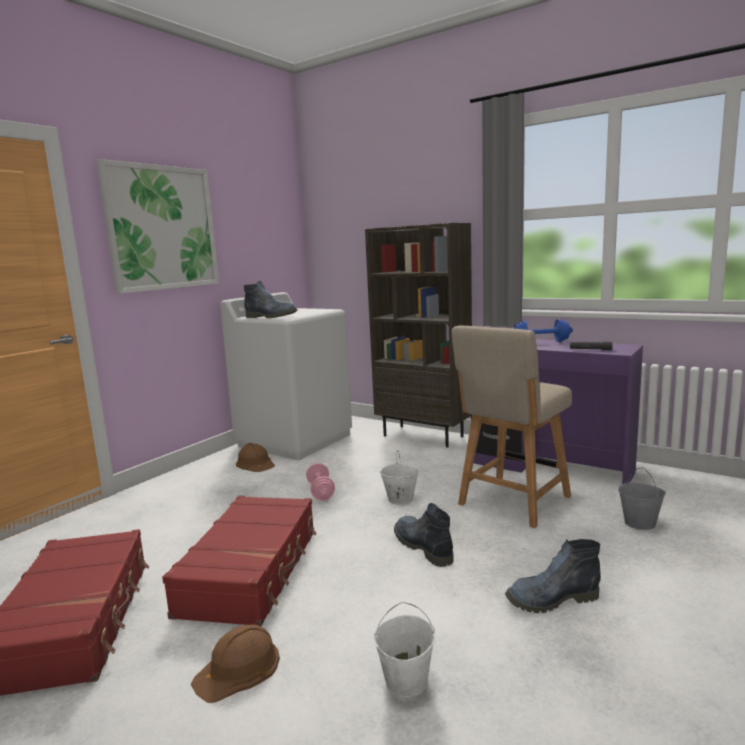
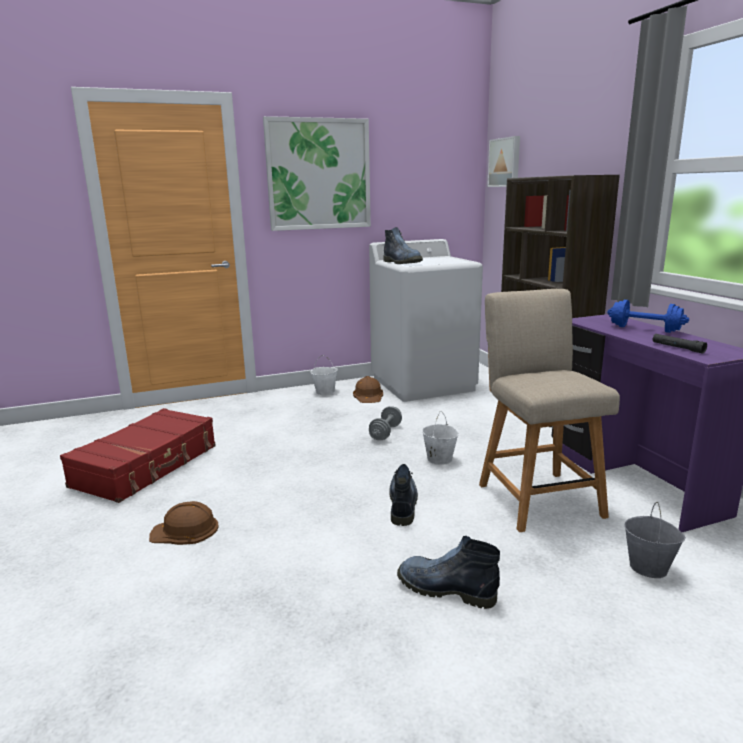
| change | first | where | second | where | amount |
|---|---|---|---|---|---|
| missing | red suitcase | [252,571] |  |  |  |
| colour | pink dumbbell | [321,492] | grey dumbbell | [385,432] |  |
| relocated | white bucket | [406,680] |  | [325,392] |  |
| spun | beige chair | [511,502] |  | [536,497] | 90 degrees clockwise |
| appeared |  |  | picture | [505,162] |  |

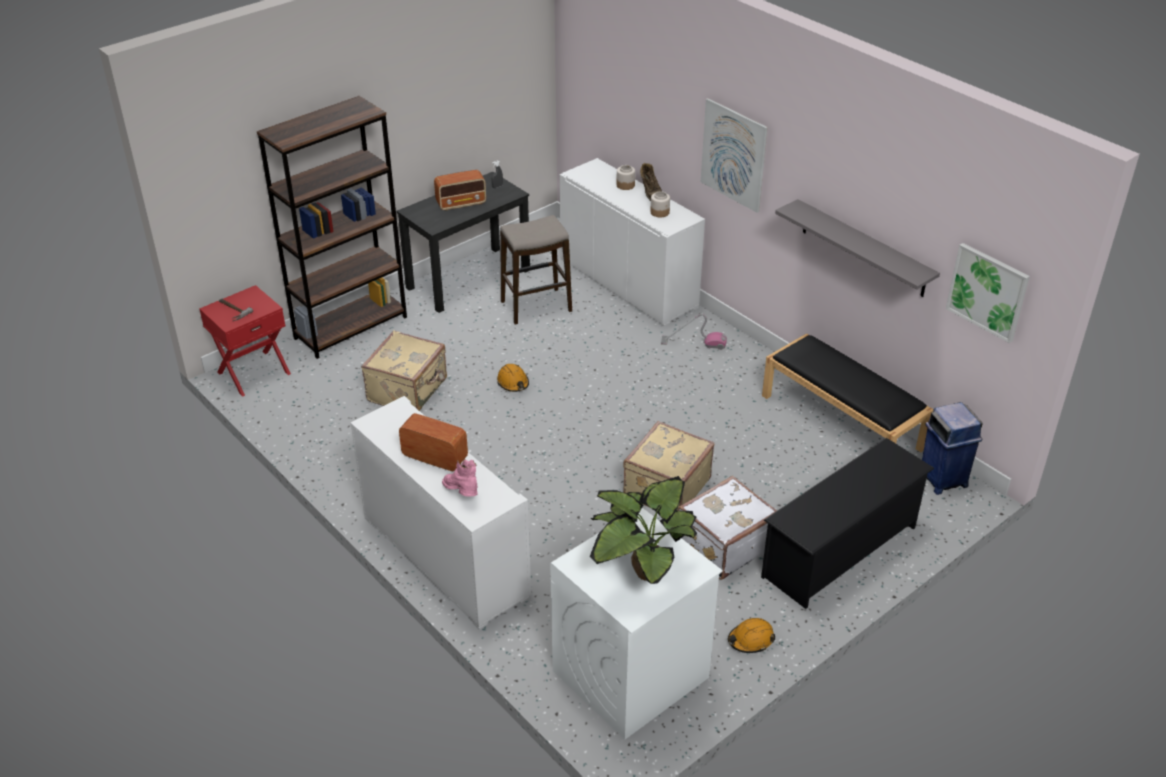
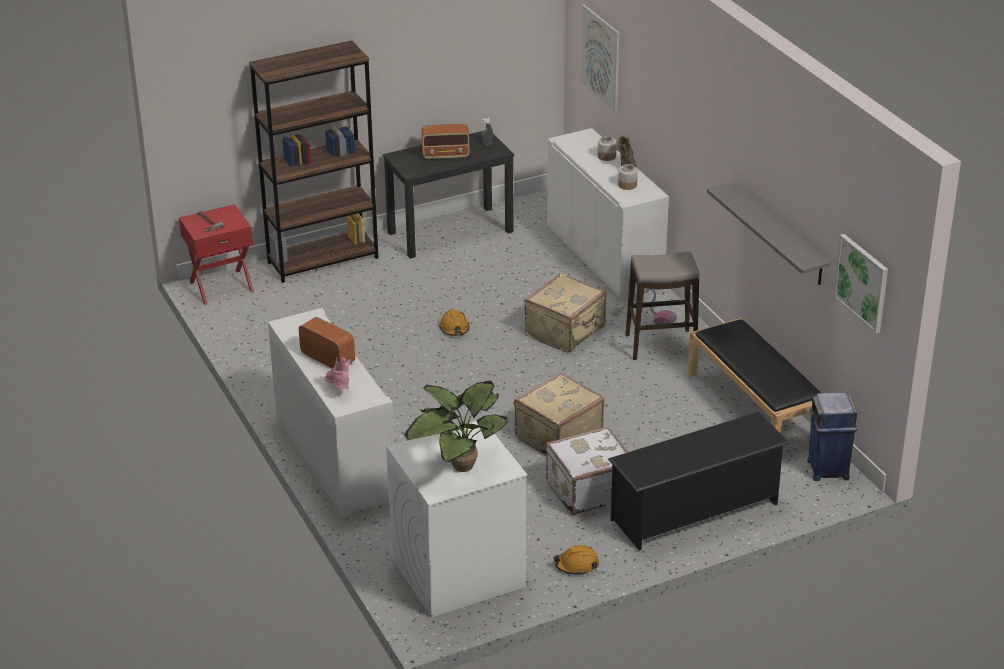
| change | first | where | second | where | amount |
|---|---|---|---|---|---|
| relocated | beige suitcase | [409,390] |  | [566,332] |  |
| relocated | stool | [536,307] |  | [661,345] |  |
| relocated | picture | [733,155] |  | [600,57] |  |

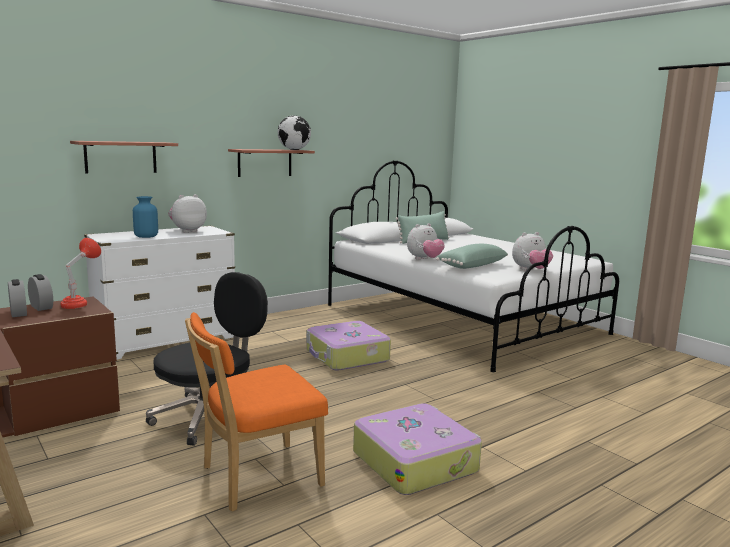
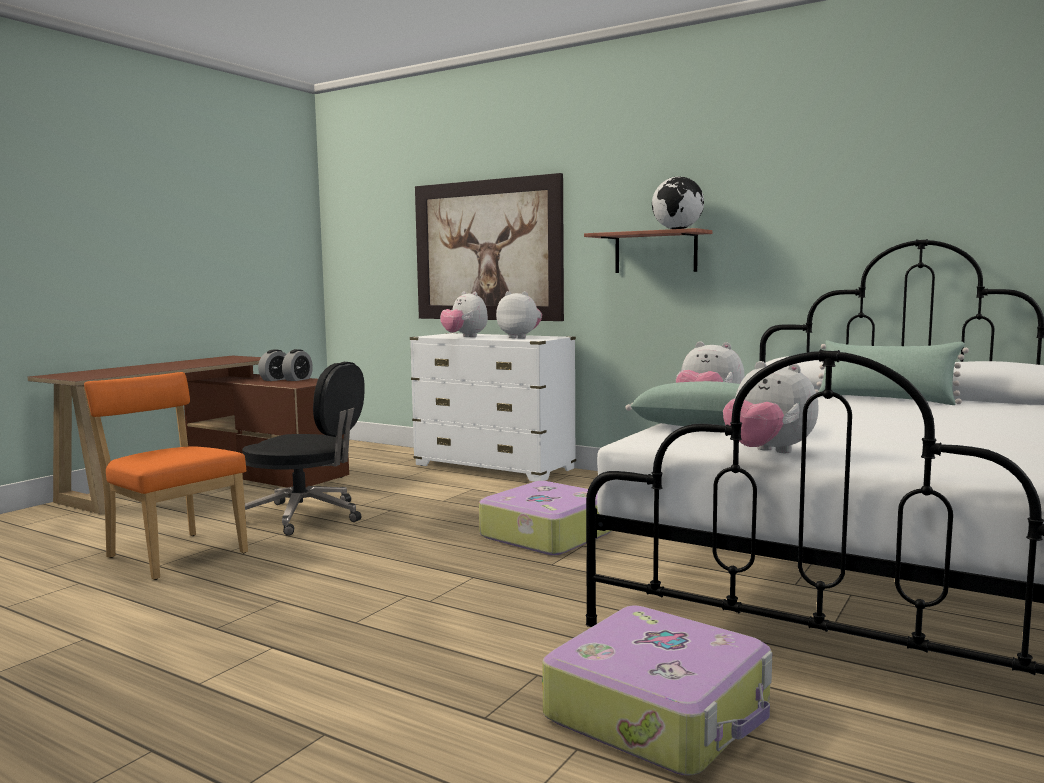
| change | first | where | second | where | amount |
|---|---|---|---|---|---|
| missing | red table lamp | [80,304] |  |  |  |
| exchanged | shelf | [121,157] | picture | [487,250] |  |
| exchanged | blue vase | [146,236] | plush toy | [464,337] |  |
| relocated | suitcase | [415,461] |  | [660,712] |  |

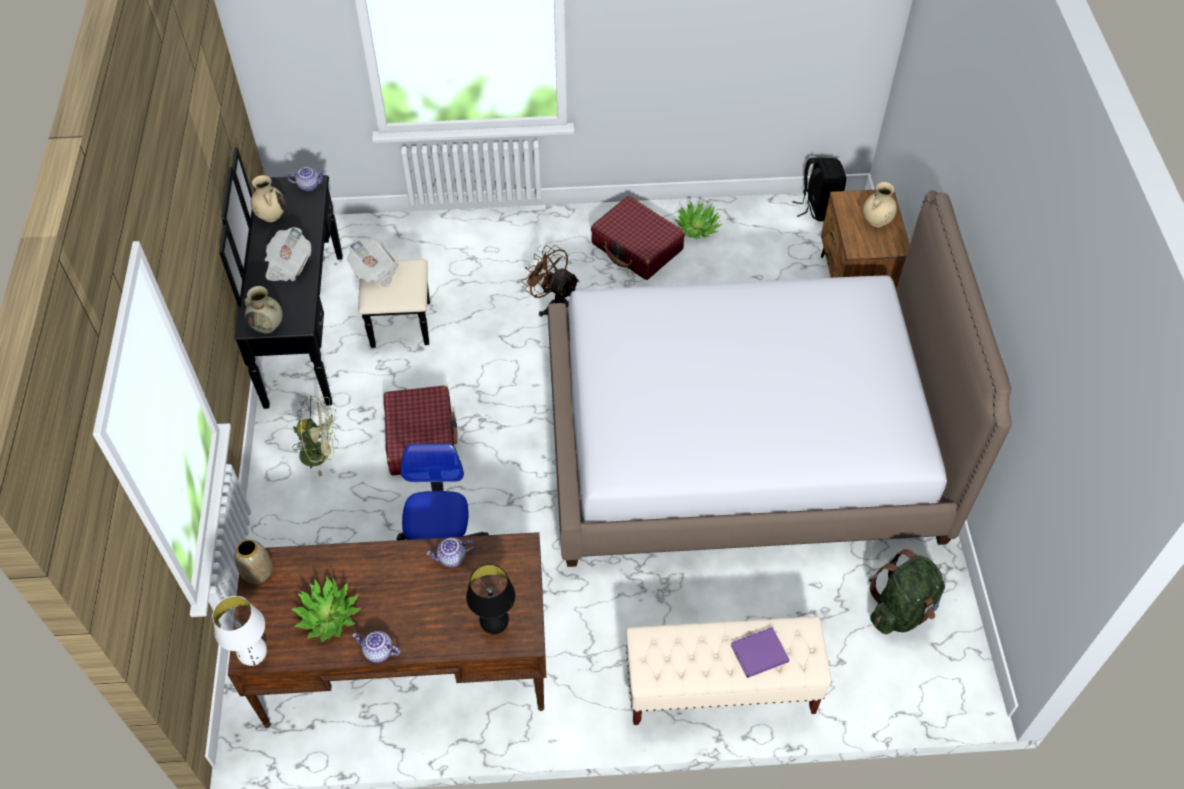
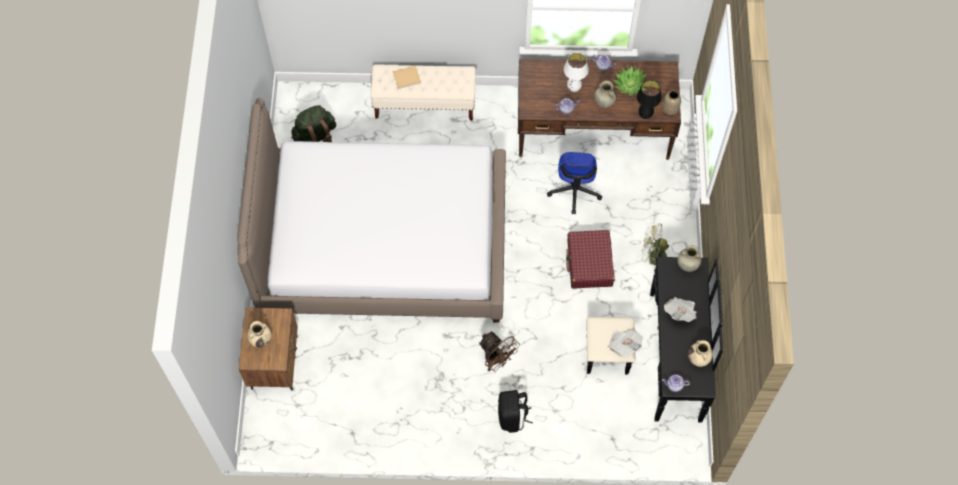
| change | first | where | second | where | amount |
|---|---|---|---|---|---|
| relocated | white table lamp | [255,658] |  | [573,88] |  |
| relocated | black table lamp | [495,627] |  | [645,115] |  |
| missing | red suitcase | [637,247] |  |  |  |
| missing | potted plant | [697,228] |  |  |  |
| colour | purple book | [758,654] | beige book | [407,77] |  |
| relocated | black backpack | [818,207] |  | [512,417] |  |
| appeared |  |  | beige vase | [604,102] |  |

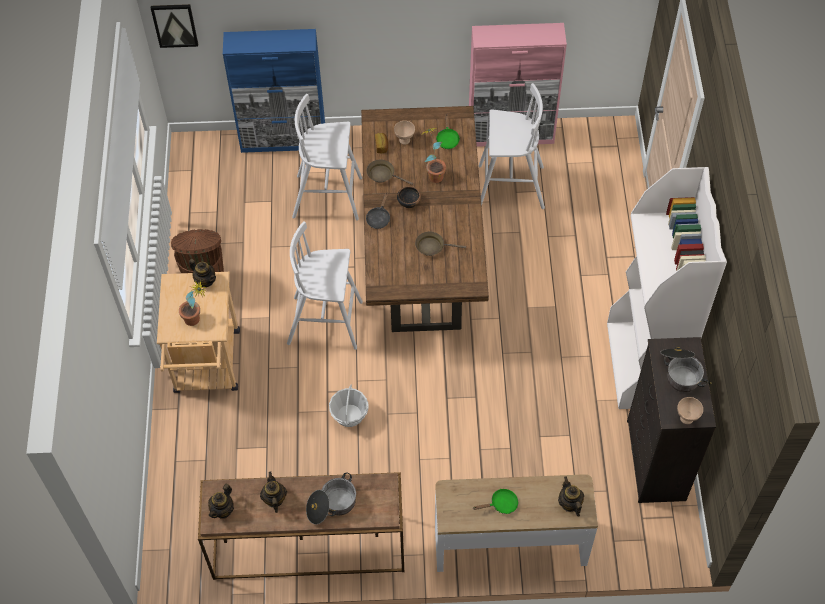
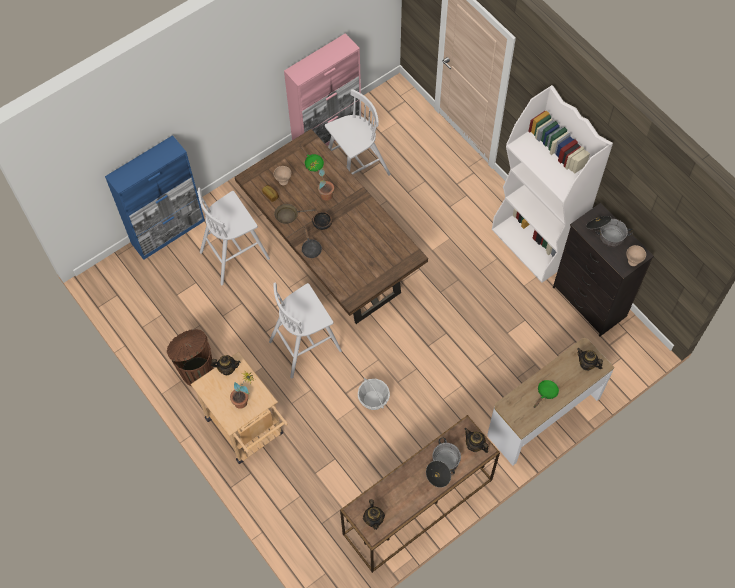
| change | first | where | second | where | amount |
|---|---|---|---|---|---|
| missing | picture | [175,25] |  |  |  |
| relocated | teapot | [274,499] |  | [475,445] |  |
| missing | brown frying pan | [432,246] |  |  |  |

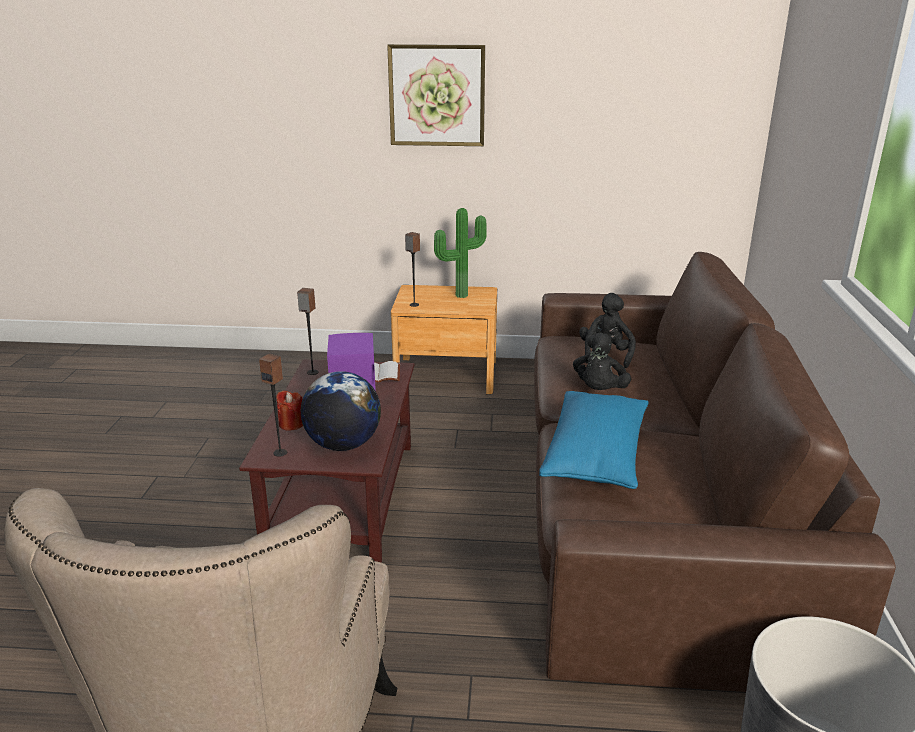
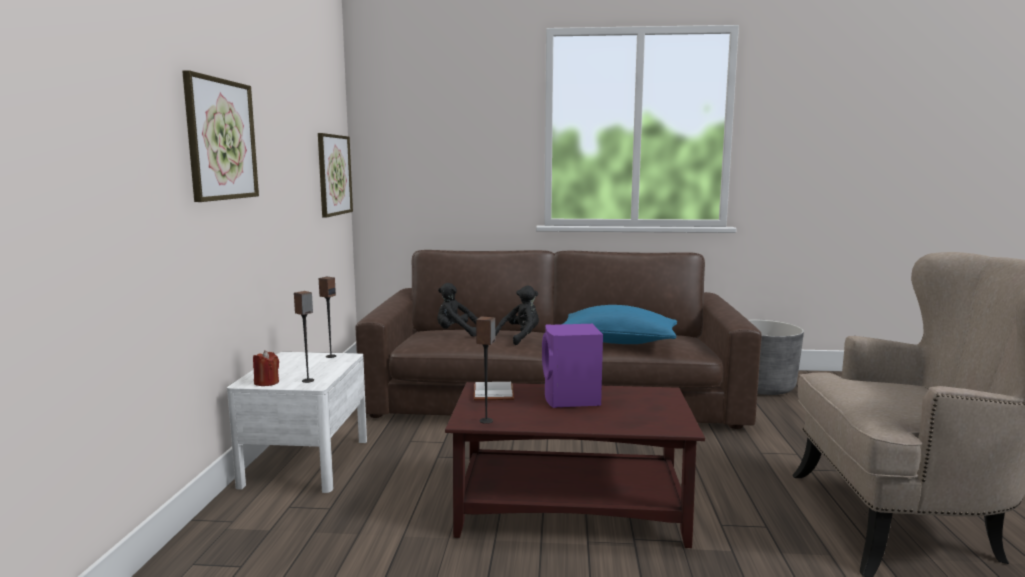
| change | first | where | second | where | amount |
|---|---|---|---|---|---|
| relocated | speaker | [280,452] |  | [330,356] |  |
| relocated | red candle | [291,424] |  | [267,382] |  |
| missing | globe | [343,445] |  |  |  |
| colour | brown nightstand | [446,375] | white nightstand | [306,462] |  |
| missing | potted plant | [460,295] |  |  |  |
| spun | black plush toy | [599,391] |  | [520,337] | 60 degrees counterclockwise |
| appeared |  |  | picture | [334,175] |  |

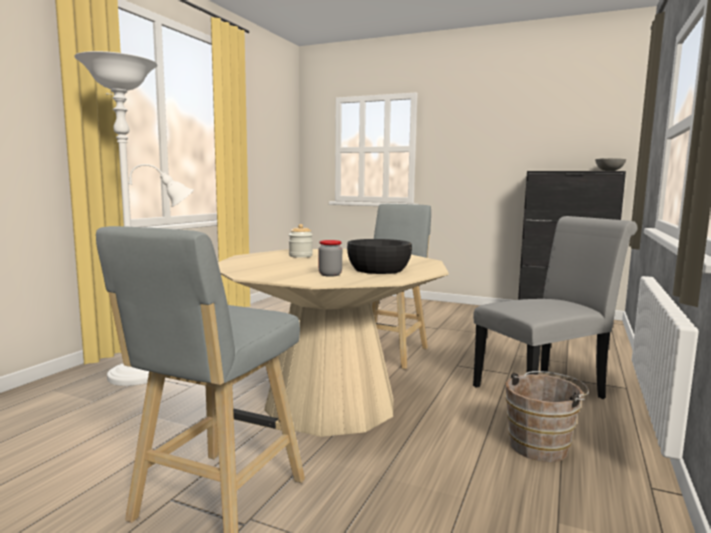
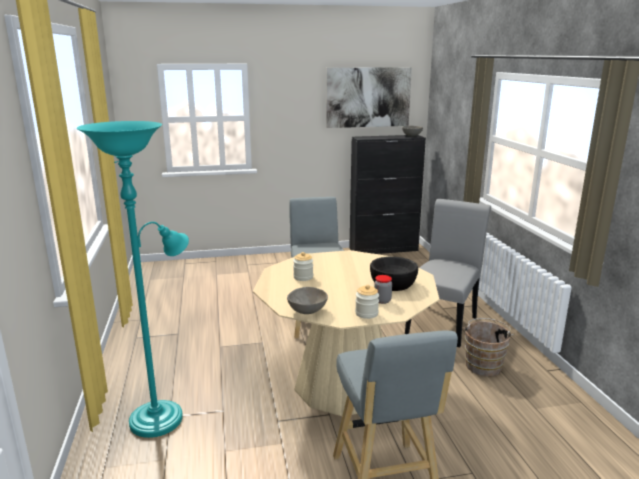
| change | first | where | second | where | amount |
|---|---|---|---|---|---|
| colour | white floor lamp | [144,374] | turquoise floor lamp | [161,416] |  |
| appeared |  |  | grey bowl | [307,311] |  |
| appeared |  |  | picture | [368,97] |  |
| appeared |  |  | jar | [366,313] |  |

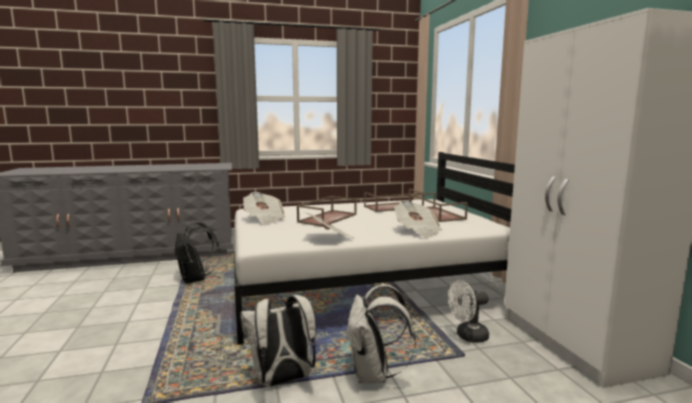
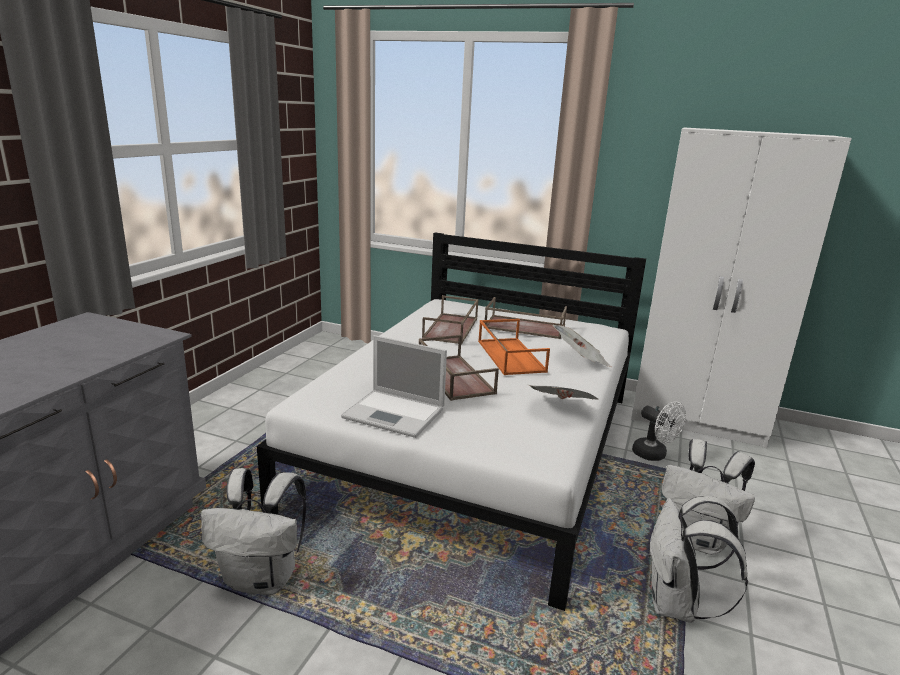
| change | first | where | second | where | amount |
|---|---|---|---|---|---|
| colour | black backpack | [195,279] | white backpack | [263,578] |  |
| exchanged | newspaper | [264,219] | laptop | [395,413] |  |
| spun | white fan | [467,336] |  | [654,455] | 60 degrees counterclockwise |
| appeared |  |  | orange tray | [509,355] |  |

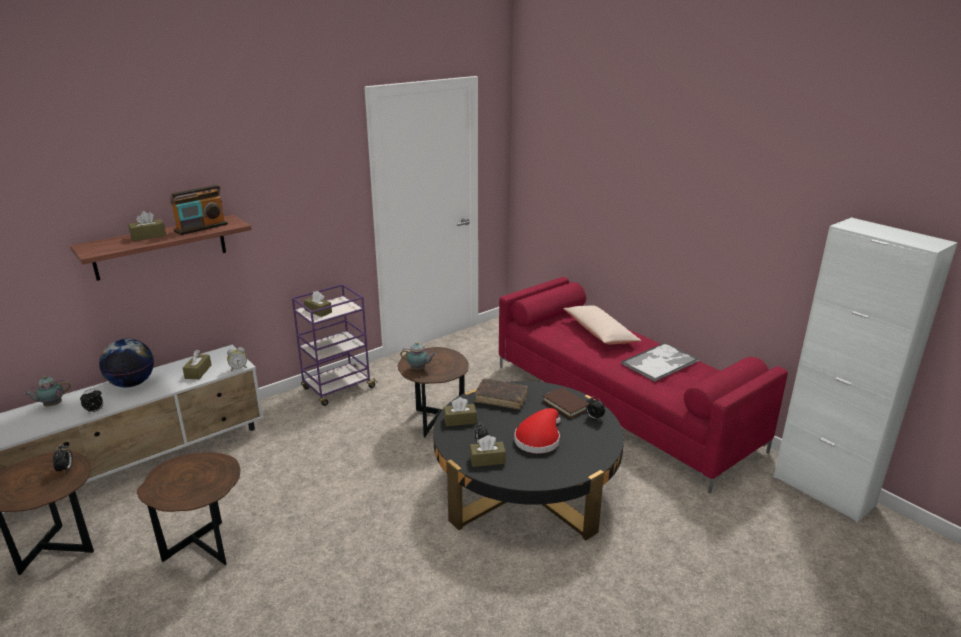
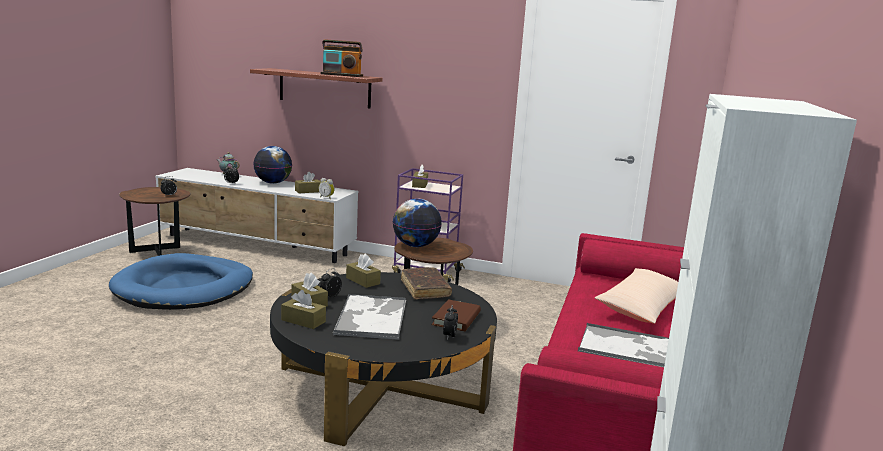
| change | first | where | second | where | amount |
|---|---|---|---|---|---|
| relocated | brown tissue box | [148,236] |  | [303,321] |  |
| exchanged | brown side table | [206,549] | blue dog bed | [184,288] |  |
| exchanged | teapot | [419,369] | globe | [415,246] |  |
| exchanged | red hat | [538,439] | tray | [371,317] |  |

